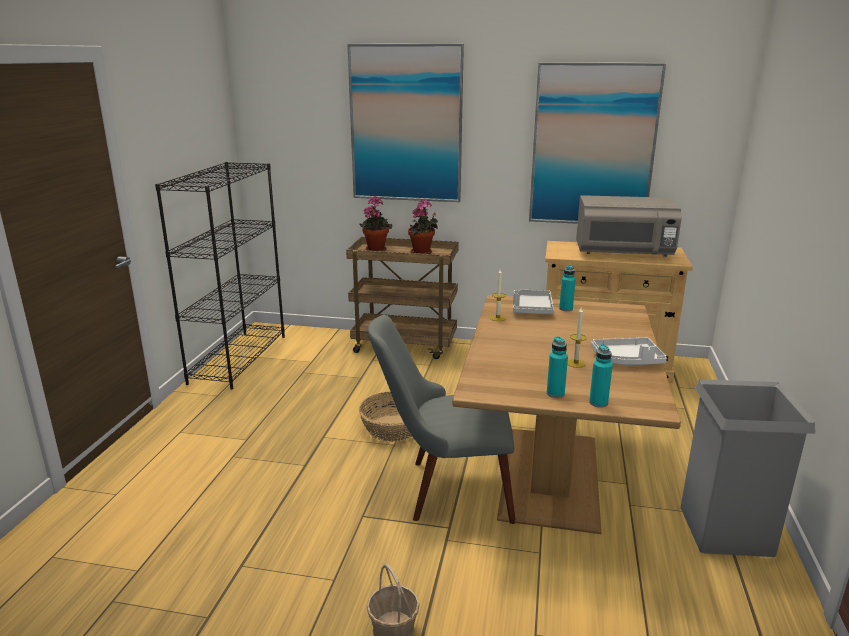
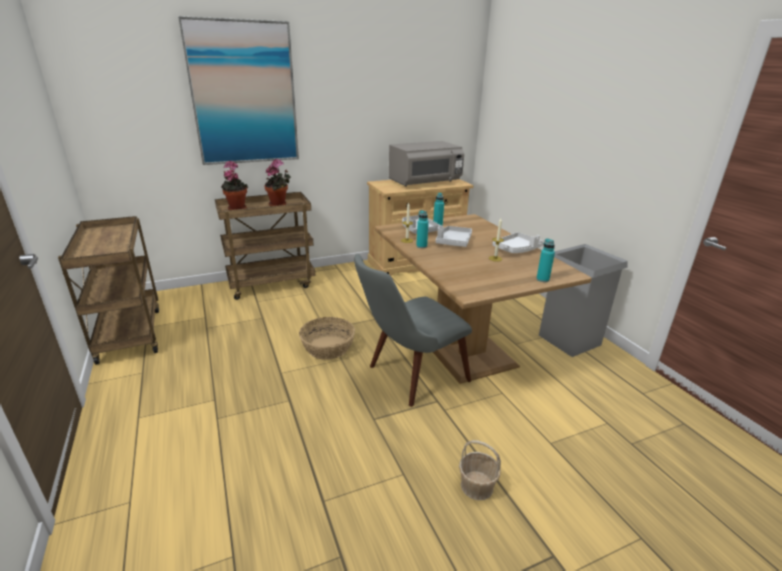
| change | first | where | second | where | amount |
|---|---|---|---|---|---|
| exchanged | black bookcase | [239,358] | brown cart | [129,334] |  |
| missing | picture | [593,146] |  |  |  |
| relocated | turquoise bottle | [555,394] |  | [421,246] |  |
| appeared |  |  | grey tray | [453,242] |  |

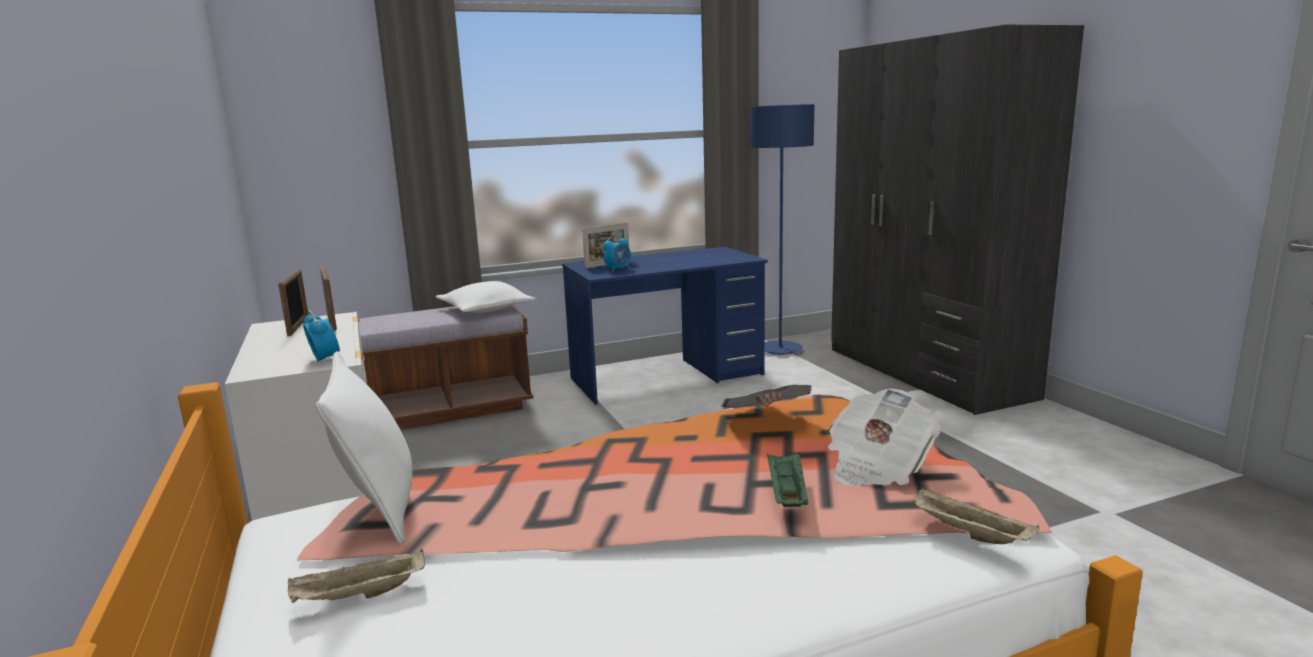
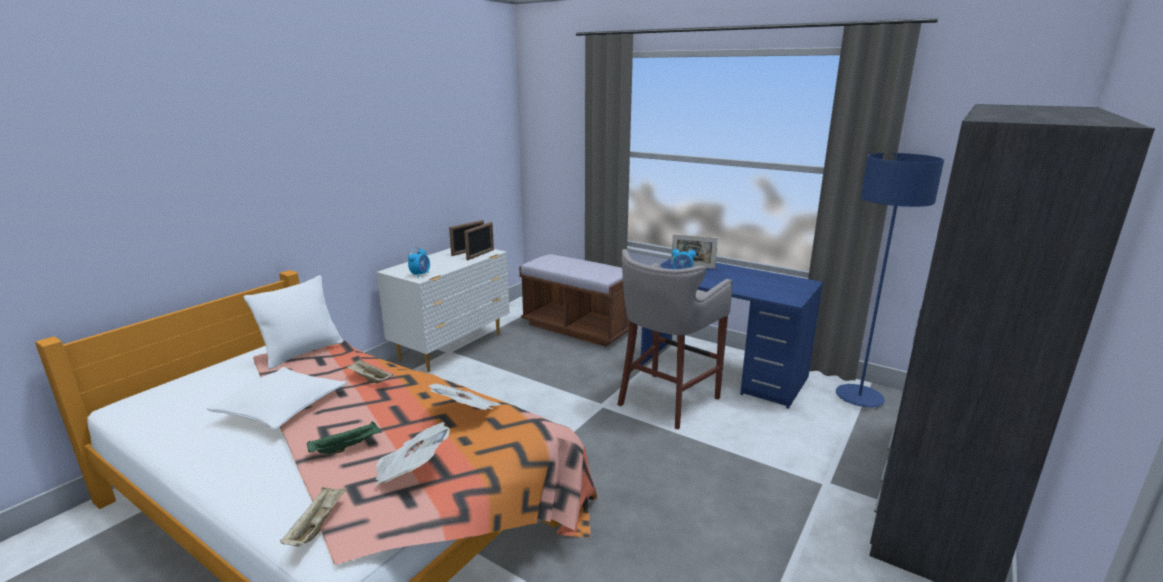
| change | first | where | second | where | amount |
|---|---|---|---|---|---|
| relocated | beige tray | [359,596] |  | [369,379] |  |
| relocated | white pillow | [486,309] |  | [282,408] |  |
| appeared |  |  | grey stool | [665,401] |  |

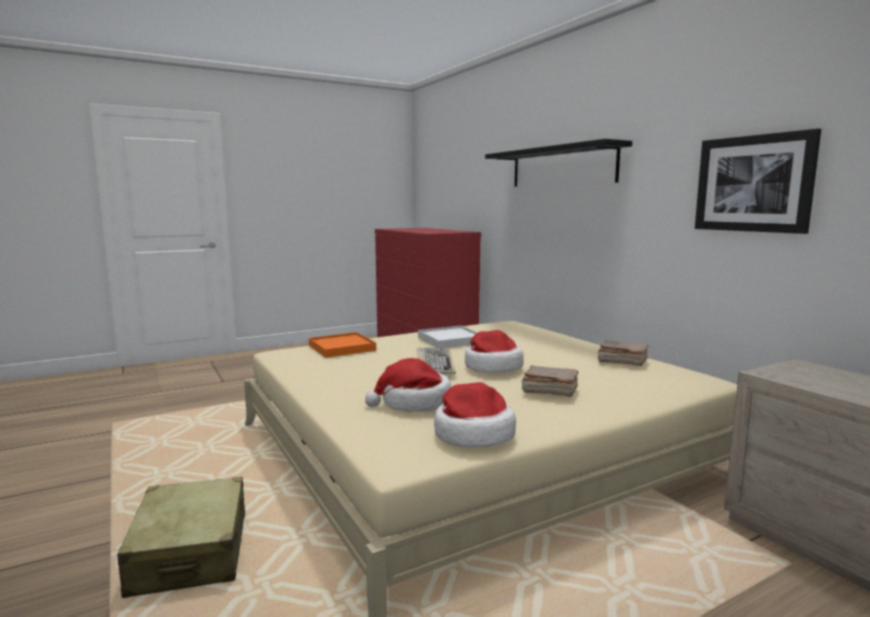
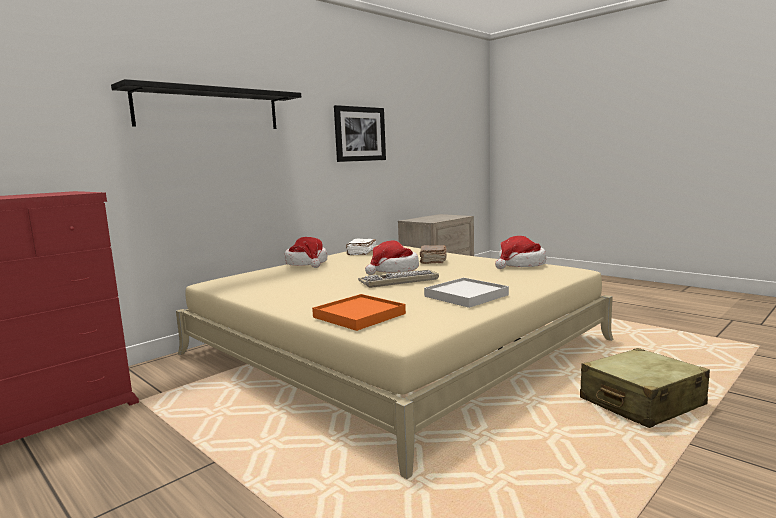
| change | first | where | second | where | amount |
|---|---|---|---|---|---|
| relocated | hat | [414,403] |  | [307,263] |  |
| relocated | white tray | [450,340] |  | [466,296] |  |
| colour | brown book | [621,361] | white book | [361,252] |  |

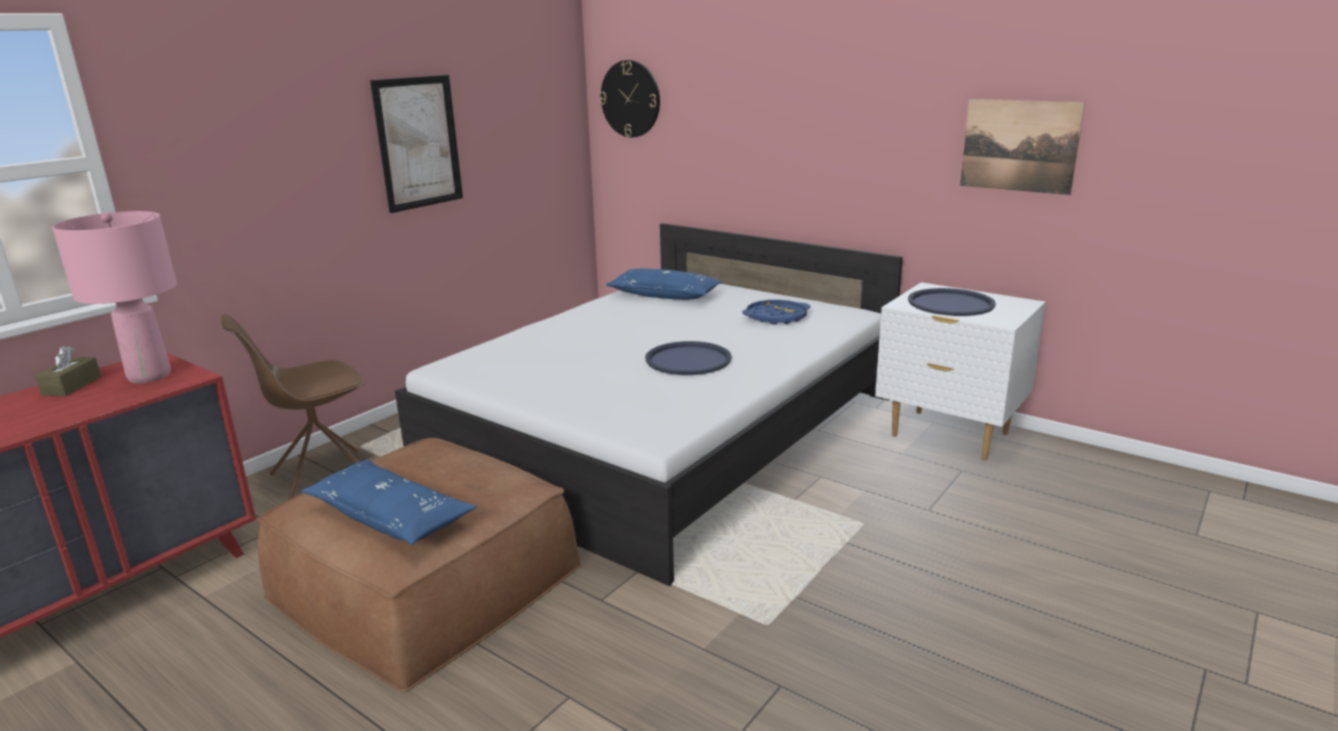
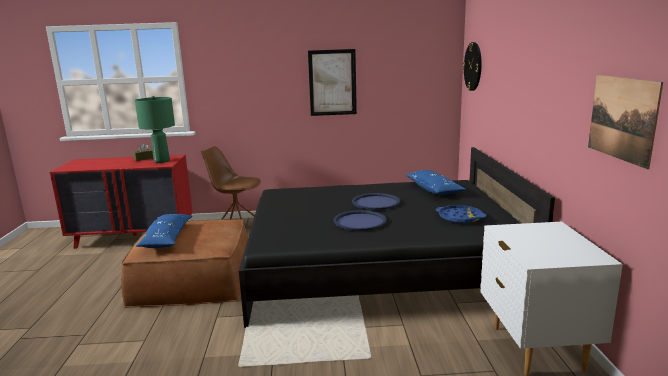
| change | first | where | second | where | amount |
|---|---|---|---|---|---|
| colour | pink table lamp | [149,376] | green table lamp | [162,161] |  |
| colour | white bed | [666,432] | black bed | [379,267] |  |
| relocated | blue tray | [950,303] |  | [375,202] |  |

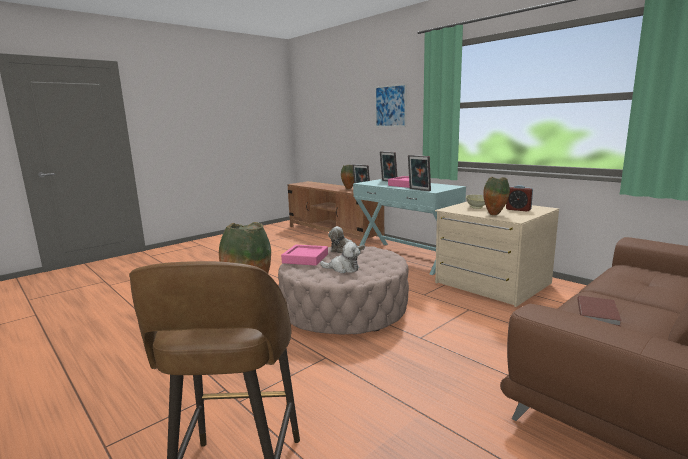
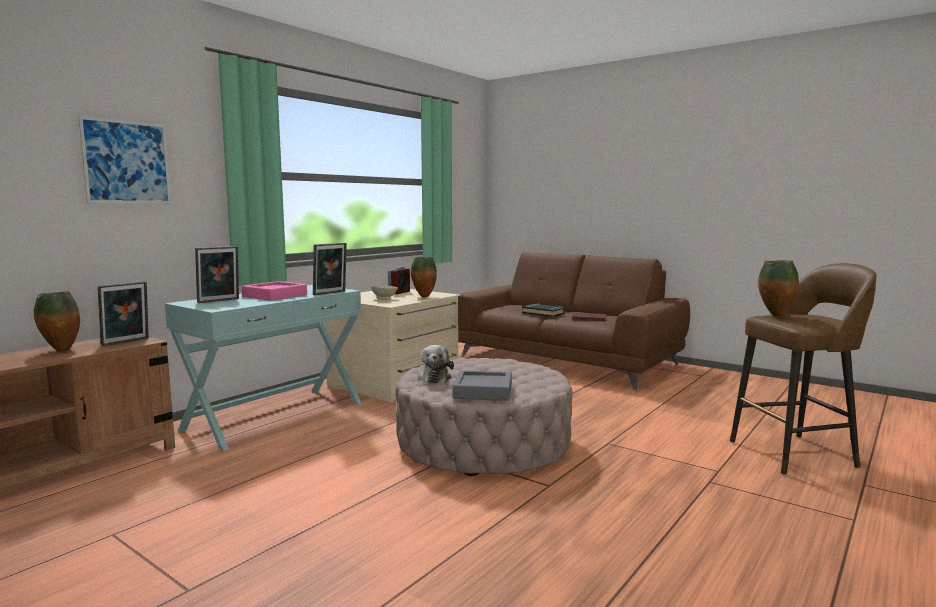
| change | first | where | second | where | amount |
|---|---|---|---|---|---|
| colour | pink tray | [305,258] | grey tray | [483,391] |  |
| missing | plush toy | [343,268] |  |  |  |
| appeared |  |  | black book | [543,313] |  |

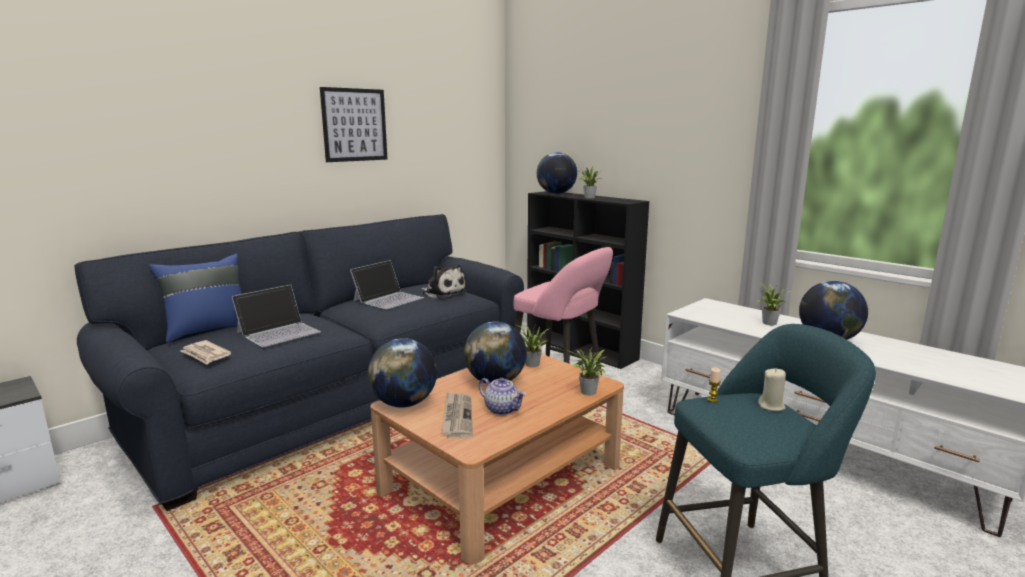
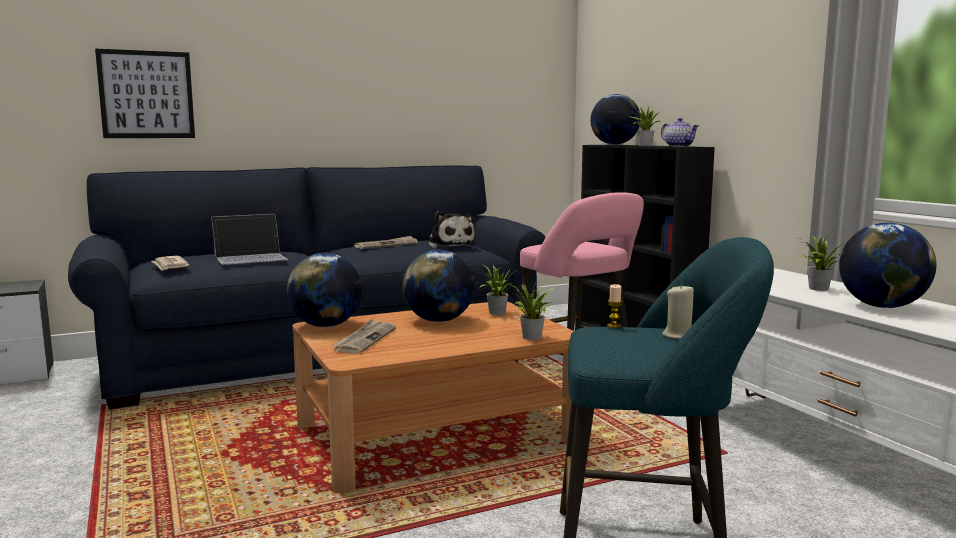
| change | first | where | second | where | amount |
|---|---|---|---|---|---|
| missing | blue pillow | [207,330] |  |  |  |
| relocated | picture | [354,125] |  | [146,94] |  |
| exchanged | laptop | [388,299] | newspaper | [386,245] |  |
| relocated | teapot | [502,409] |  | [679,146] |  |

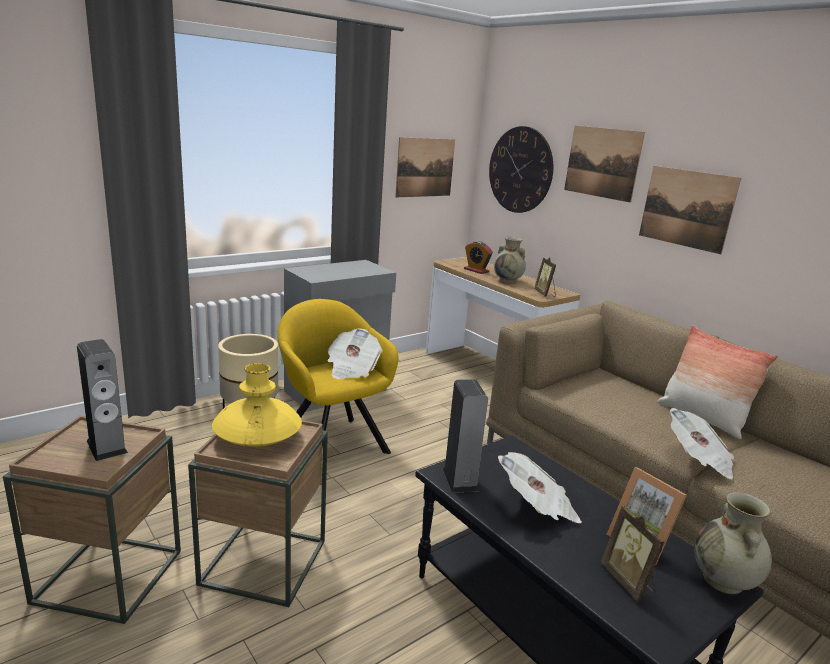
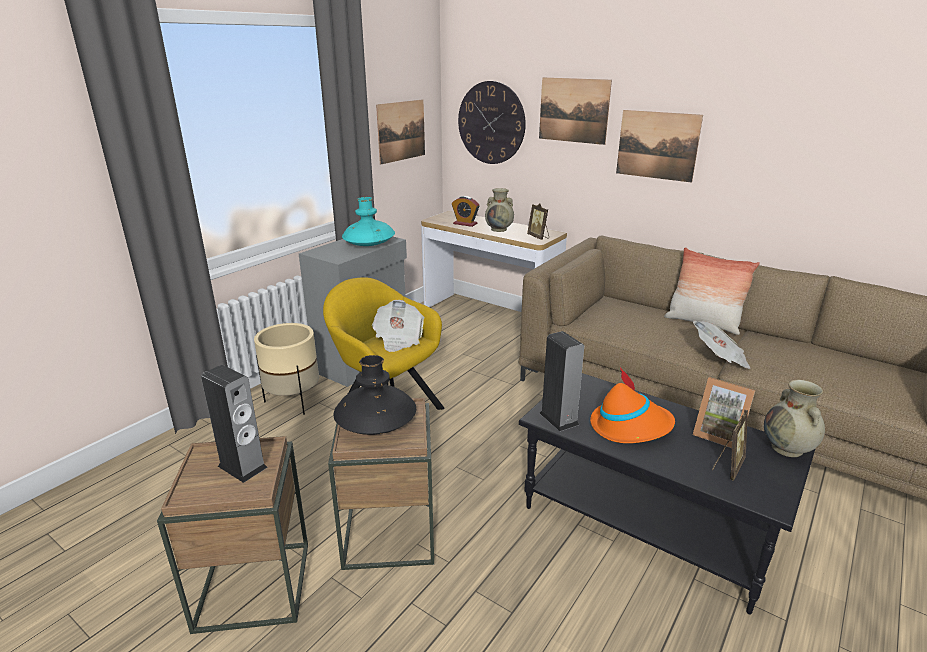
| change | first | where | second | where | amount |
|---|---|---|---|---|---|
| colour | yellow vase | [258,437] | black vase | [376,423] |  |
| exchanged | newspaper | [537,507] | orange hat | [630,426] |  |
| spun | picture frame | [628,581] |  | [727,466] | 105 degrees counterclockwise |
| appeared |  |  | turquoise vase | [369,244] |  |

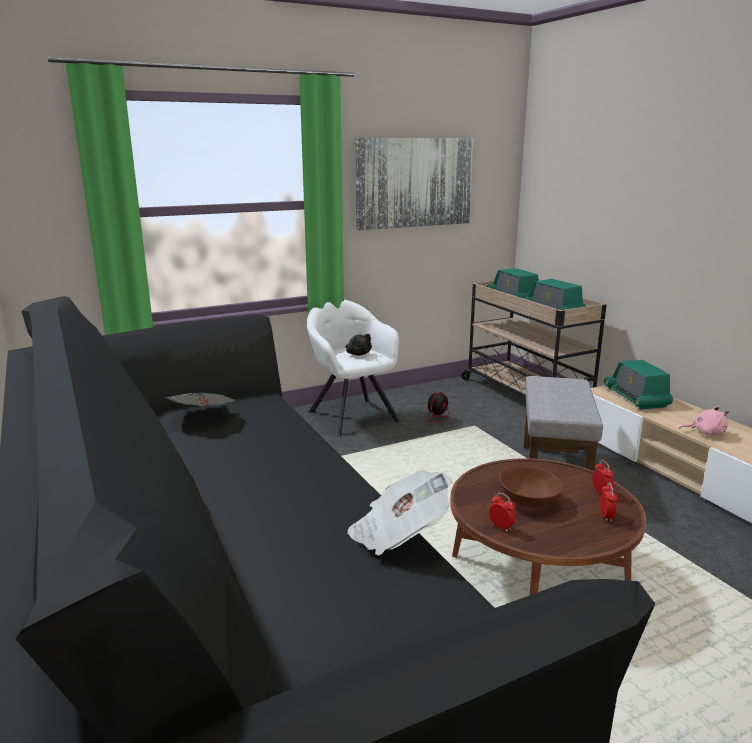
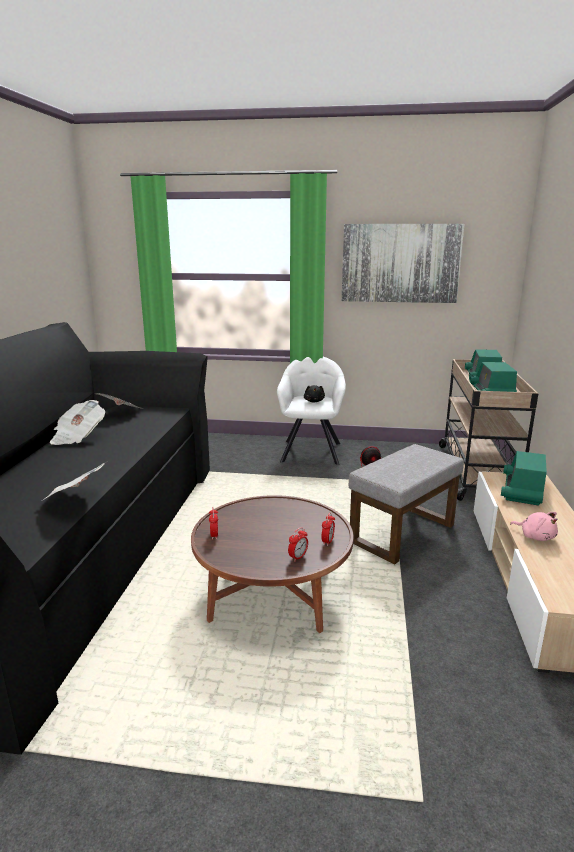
| change | first | where | second | where | amount |
|---|---|---|---|---|---|
| missing | brown bowl | [528,500] |  |  |  |
| appeared |  |  | newspaper | [78,437] |  |

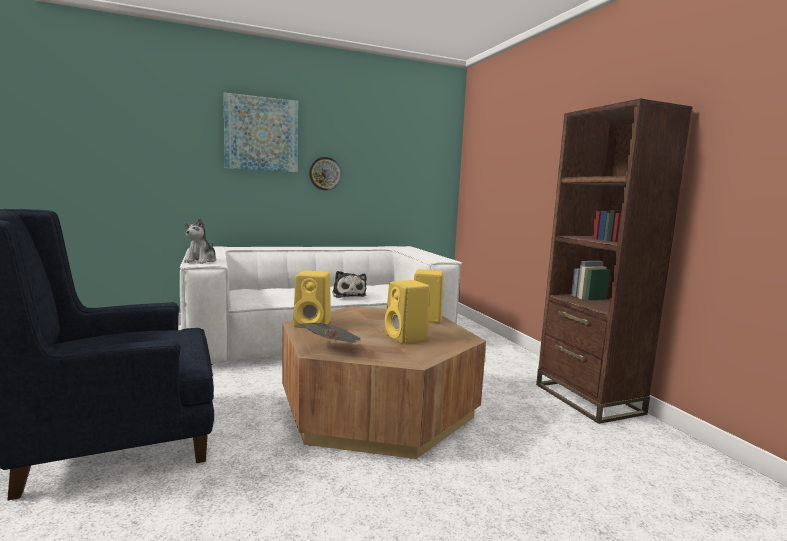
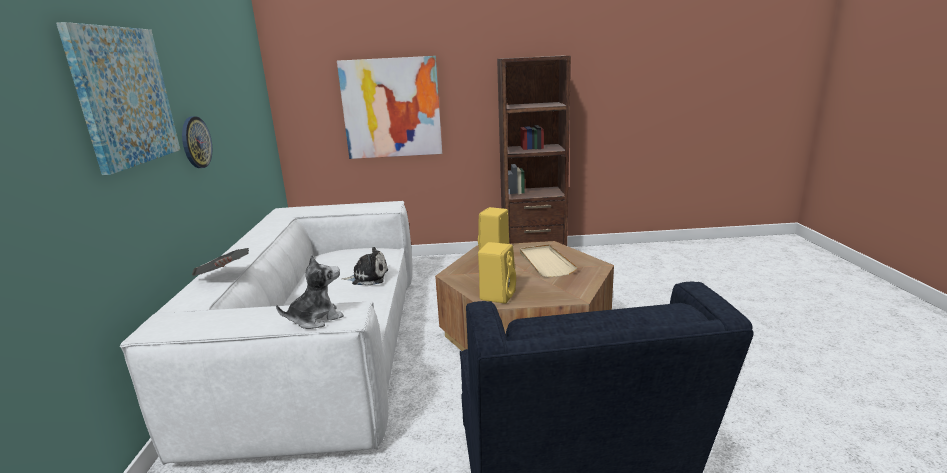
| change | first | where | second | where | amount |
|---|---|---|---|---|---|
| spun | plush toy | [201,261] |  | [316,318] | 60 degrees counterclockwise |
| relocated | newspaper | [332,350] |  | [223,276] |  |
| exchanged | yellow speaker | [407,338] | beige tray | [545,263] |  |
| appeared |  |  | picture | [391,108] |  |

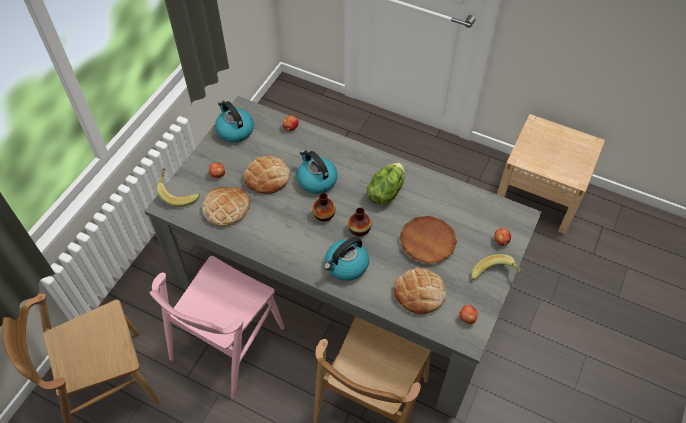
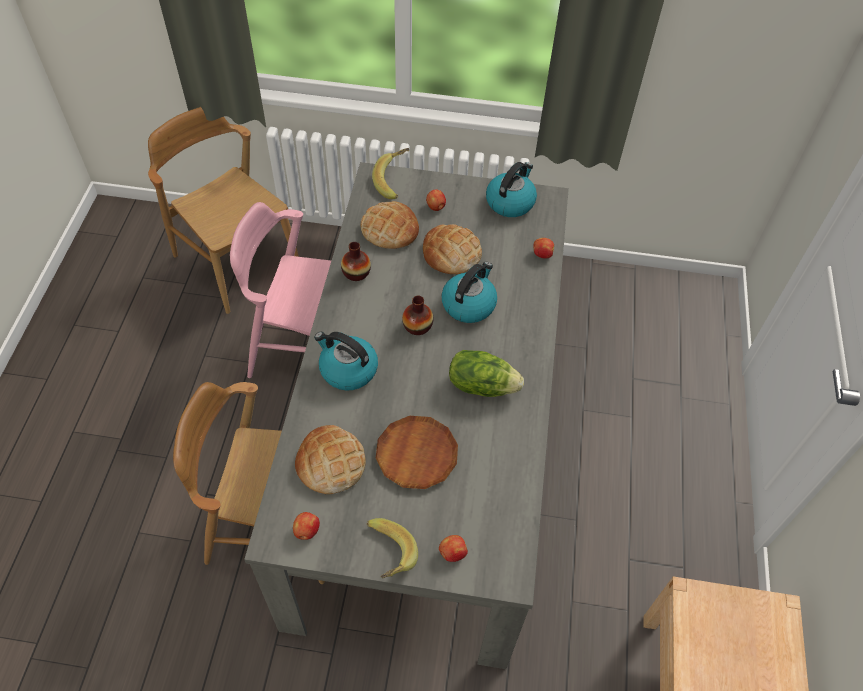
| change | first | where | second | where | amount |
|---|---|---|---|---|---|
| relocated | vase | [359,229] |  | [356,273] |  |

